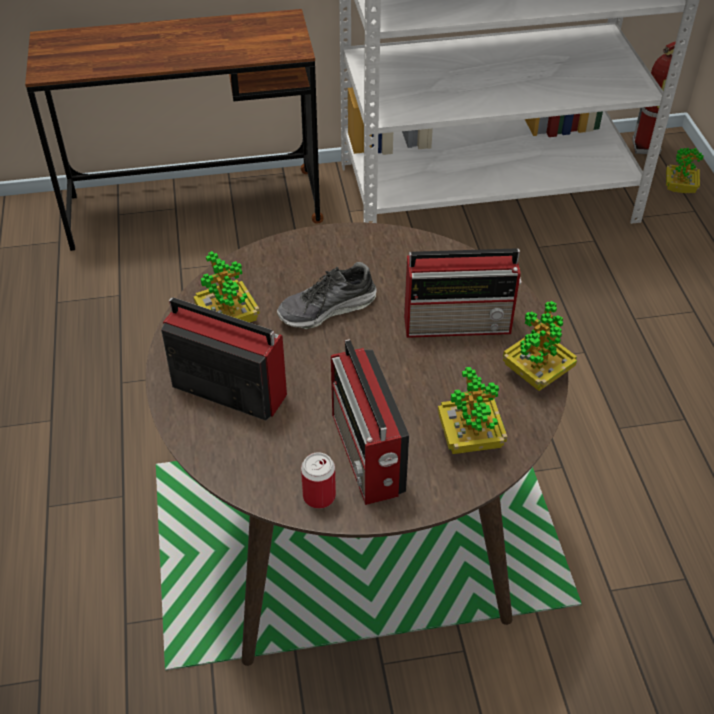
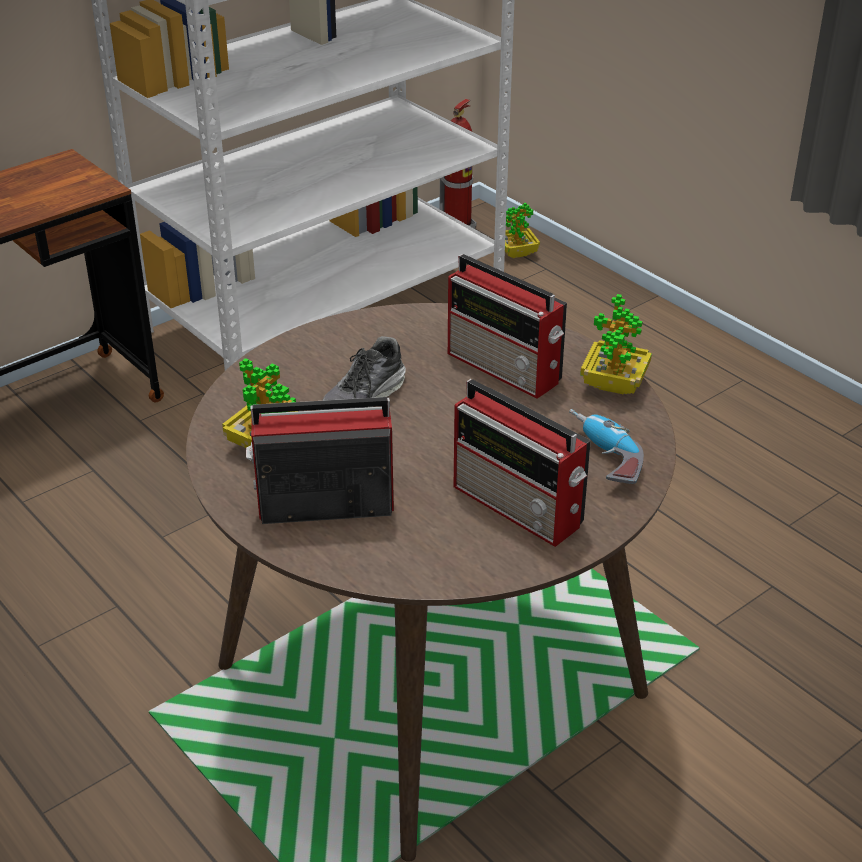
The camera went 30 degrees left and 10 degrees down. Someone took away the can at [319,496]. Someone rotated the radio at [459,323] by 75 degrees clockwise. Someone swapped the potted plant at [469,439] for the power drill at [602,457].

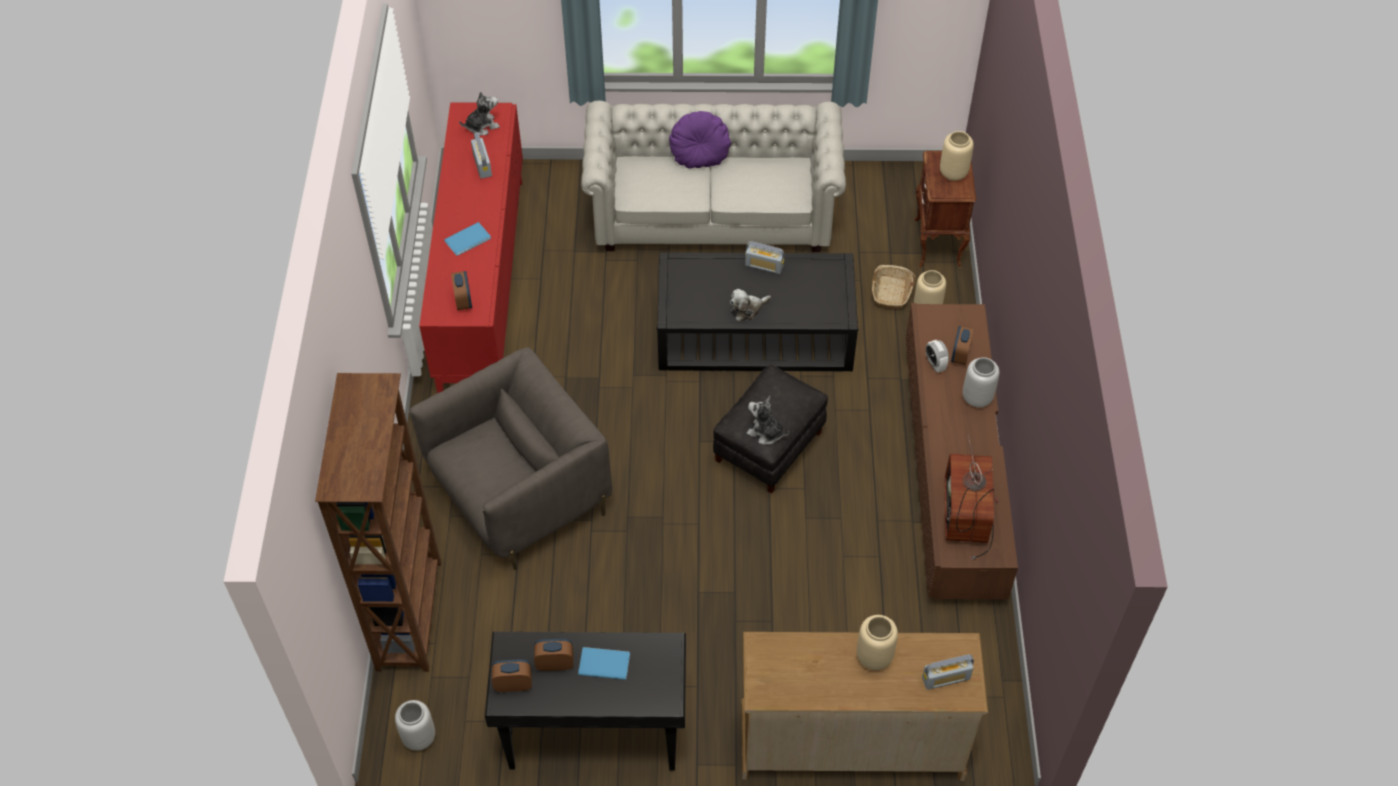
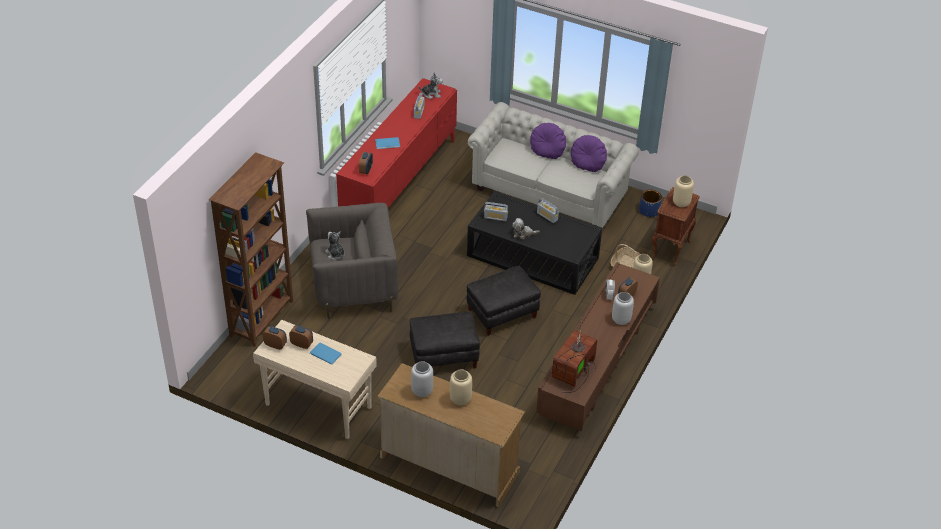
The camera went 25 degrees right and 10 degrees down. Someone carried the grey vase from [419,737] to [422,391]. Someone repainted the black console table at [592,733], which became the beige console table at [317,406]. Someone carried the plush toy from [765,433] to [335,254]. Someone carried the radio from [946,678] to [495,217]. Someone put down the black ottoman at [444,355]. Someone put down the purple pillow at [587,166]. Someone put down the blue planter at [649,210].

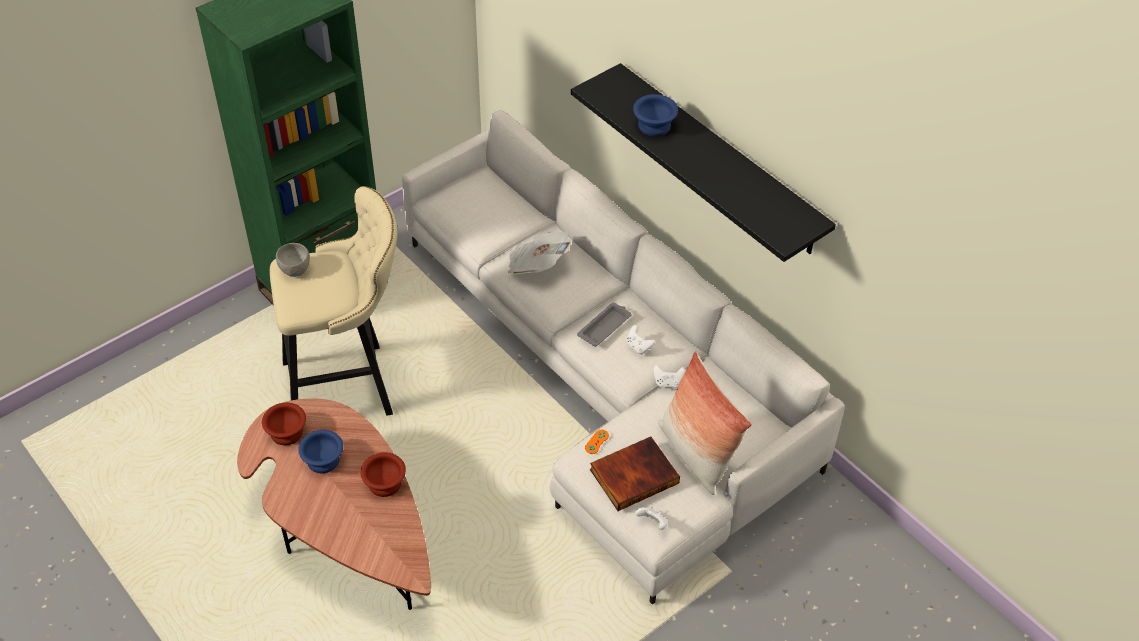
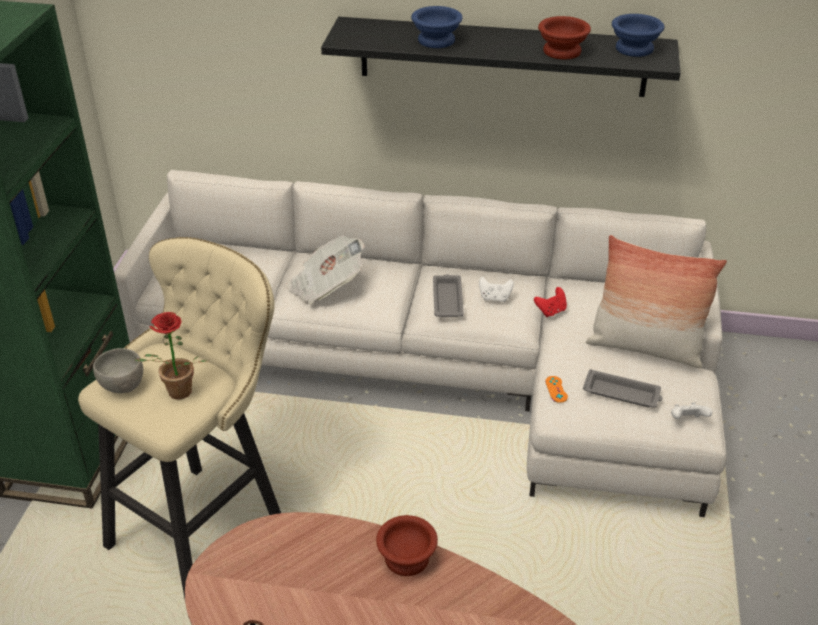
The camera went 40 degrees left and 10 degrees down. Someone carried the brown bowl from [287,434] to [563,52]. Someone carried the blue bowl from [323,459] to [632,48]. Someone swapped the book at [634,475] for the grey tray at [622,393]. Someone repainted the white game controller at [668,382], which became the red game controller at [551,311]. Someone put down the potted plant at [176,395].

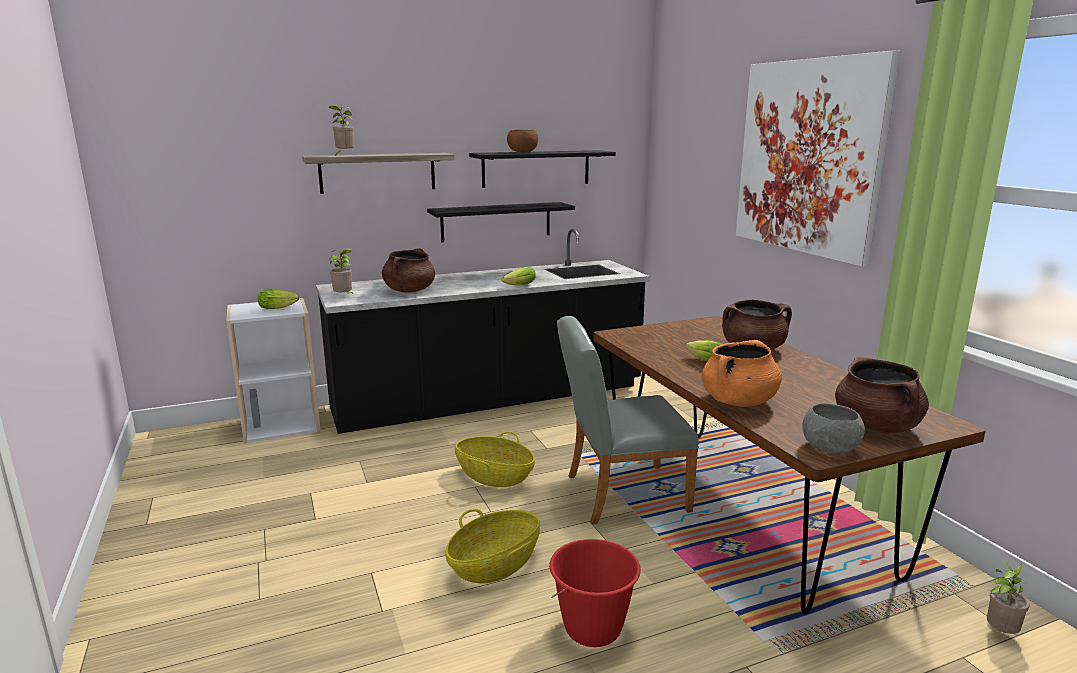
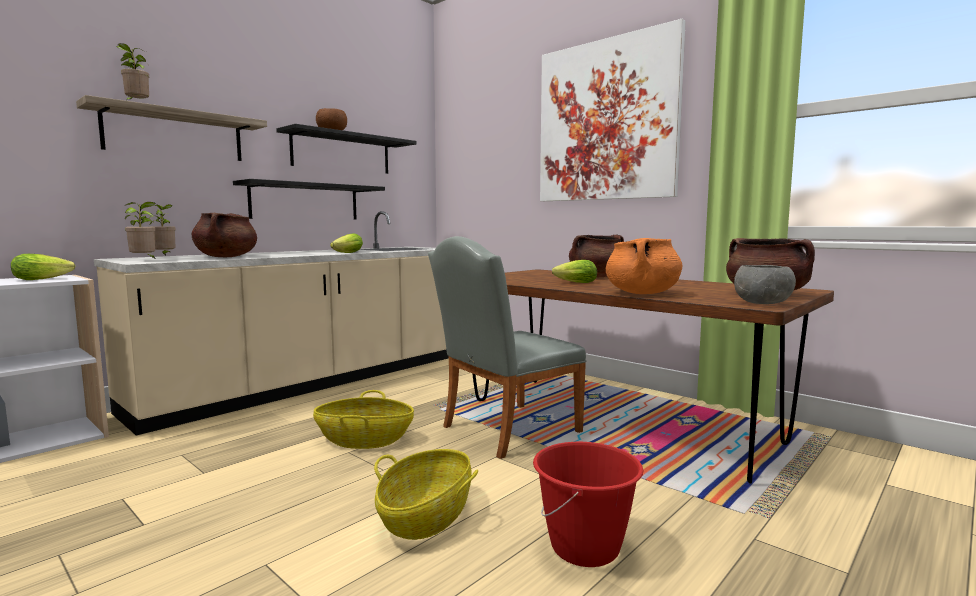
The camera went 25 degrees left and 10 degrees down. Someone repainted the black counter at [489,399], which became the beige counter at [313,383]. Someone carried the potted plant from [999,632] to [165,256].

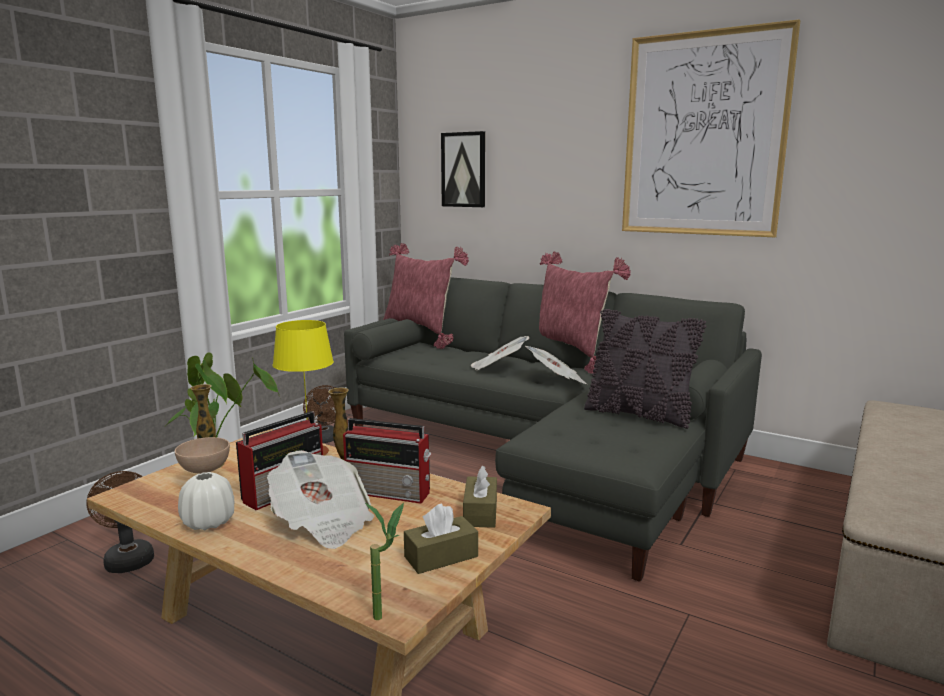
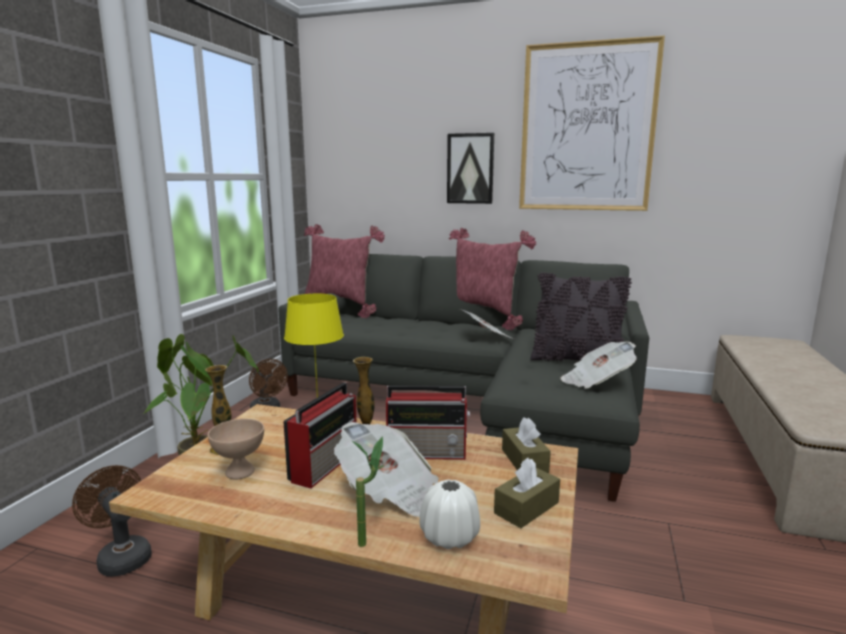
The camera went 15 degrees left and 0 degrees up. Someone carried the white vase from [209,522] to [449,537]. Someone carried the potted plant from [387,616] to [370,541]. Someone carried the picture from [464,170] to [470,168]. Someone carried the newspaper from [498,368] to [596,382].

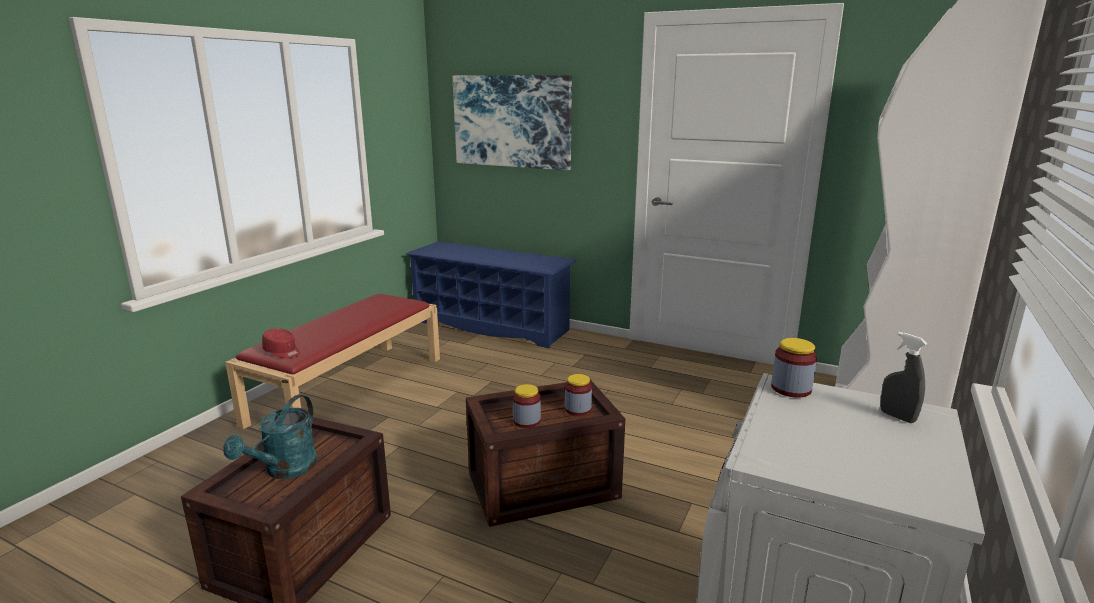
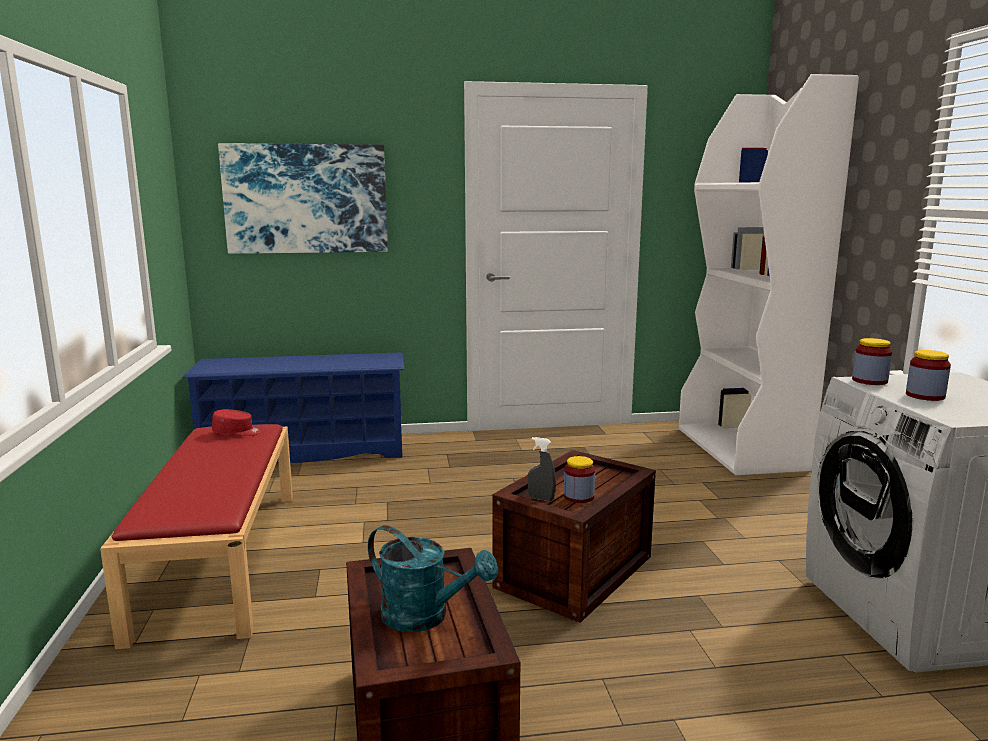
The camera went 35 degrees left and 5 degrees down. Someone rotated the turquoise watering can at [285,470] by 45 degrees counterclockwise. Someone carried the red cap from [282,352] to [237,432]. Someone carried the jar from [577,409] to [925,396]. Someone carried the grey spray bottle from [897,417] to [541,499].

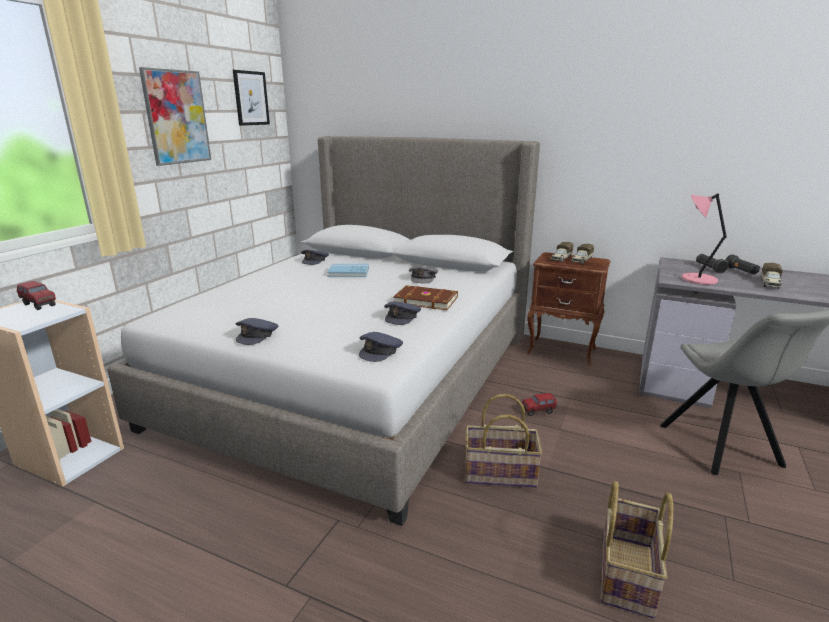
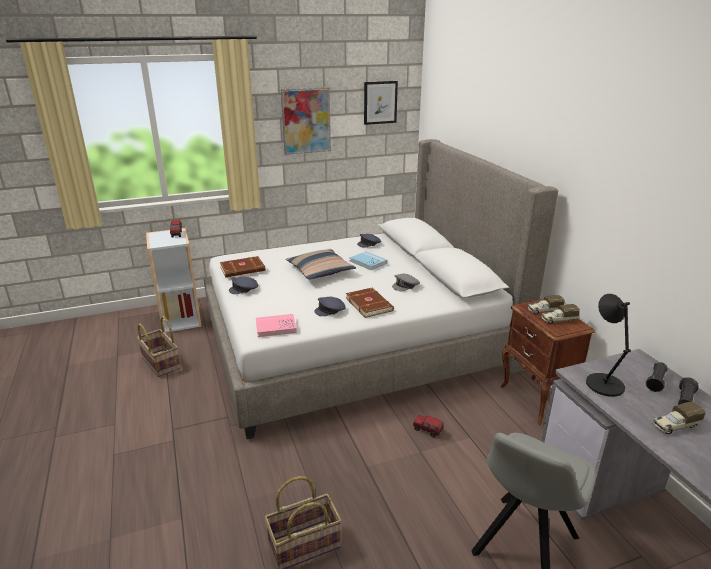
The camera went 45 degrees right and 5 degrees up. Someone swapped the grey cap at [380,351] for the pink book at [276,327]. Someone carried the basket from [499,474] to [160,363]. Someone repainted the pink table lamp at [696,279], which became the black table lamp at [603,384]. Someone put down the brown book at [243,269]. Someone put down the pillow at [320,271].

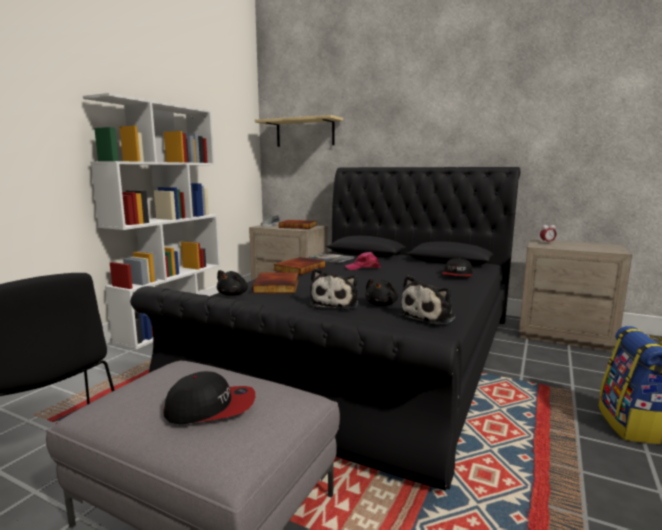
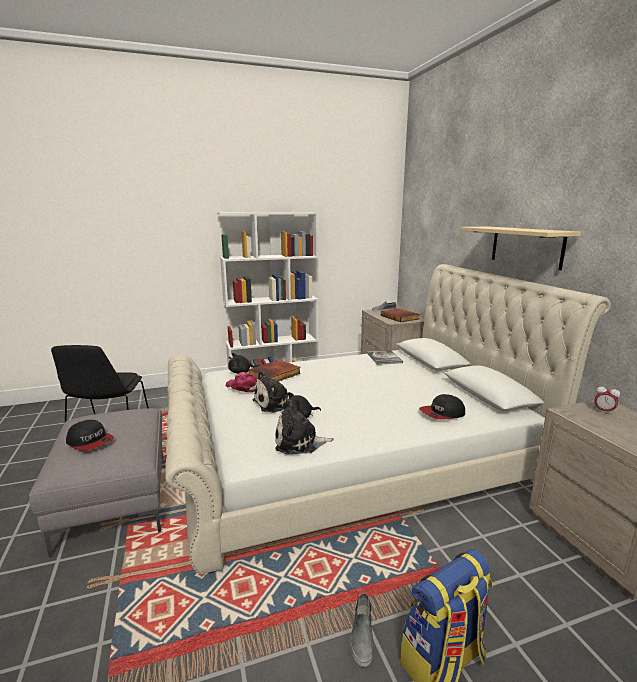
The camera went 45 degrees right and 5 degrees up. Someone repainted the black bed at [367,351], which became the beige bed at [352,454]. Someone carried the beige shelf from [305,133] to [526,246]. Someone took away the book at [299,268]. Someone carried the pink cap from [363,267] to [242,387]. Someone put down the grey shoe at [362,634].

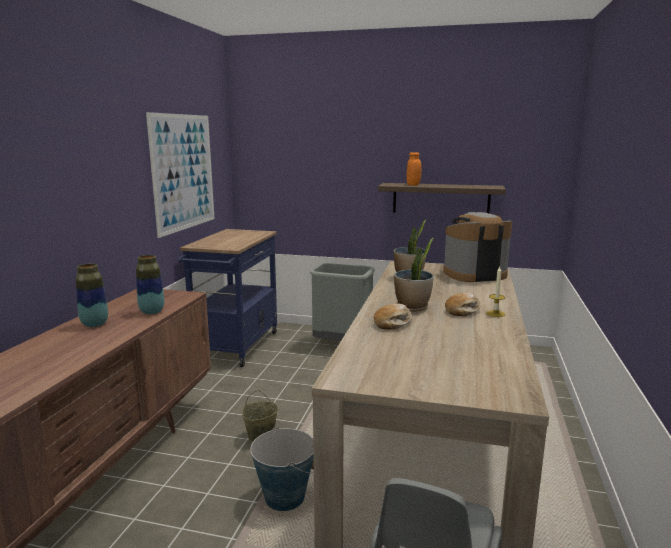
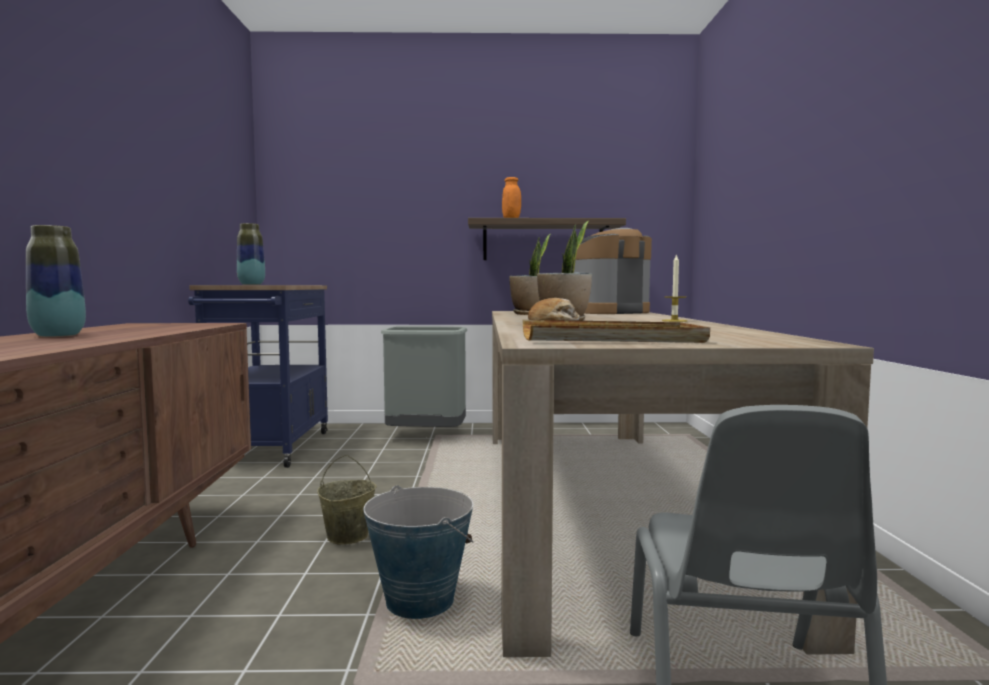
The camera went 15 degrees left and 10 degrees down. Someone carried the vase from [152,312] to [251,284]. Someone took away the picture at [183,172]. Someone took away the bread at [462,310]. Someone put down the beige tray at [611,339].

